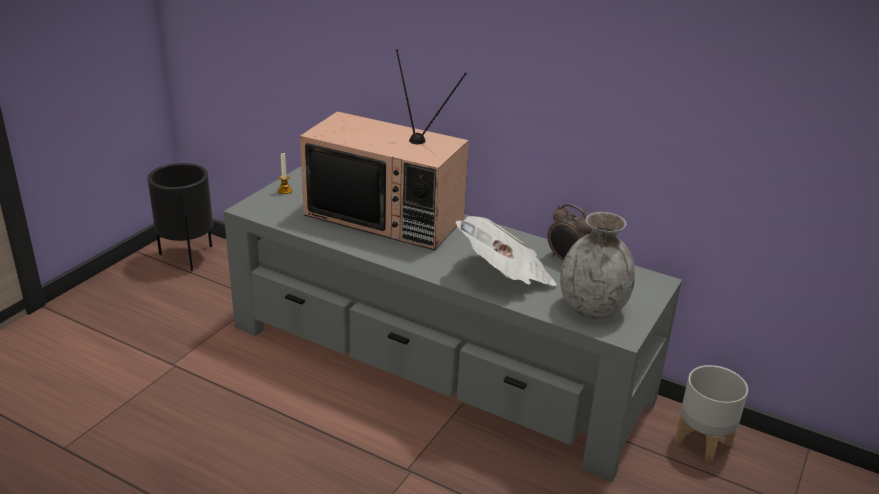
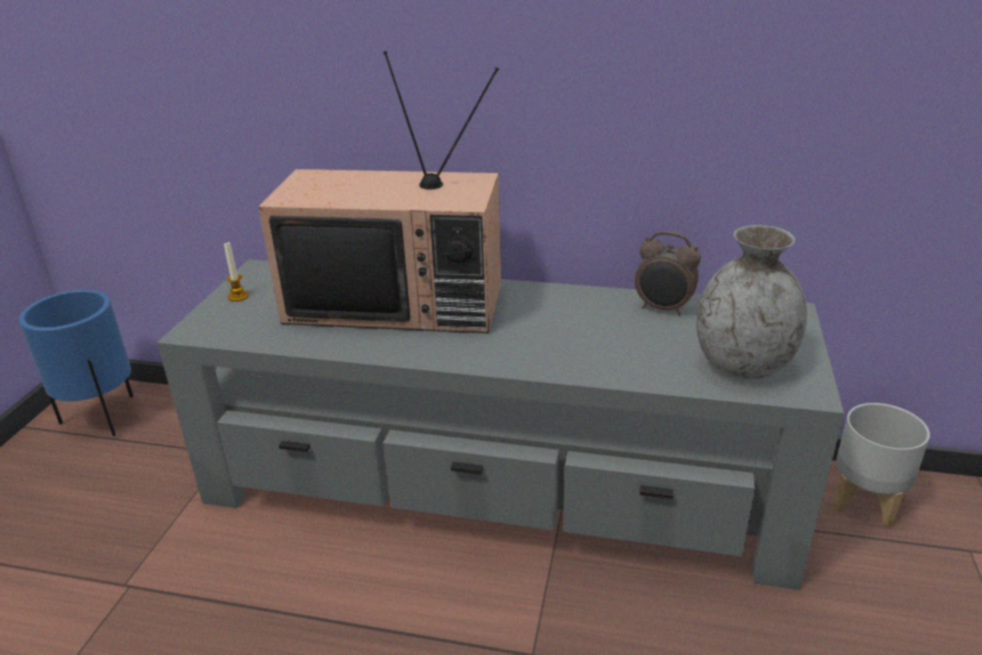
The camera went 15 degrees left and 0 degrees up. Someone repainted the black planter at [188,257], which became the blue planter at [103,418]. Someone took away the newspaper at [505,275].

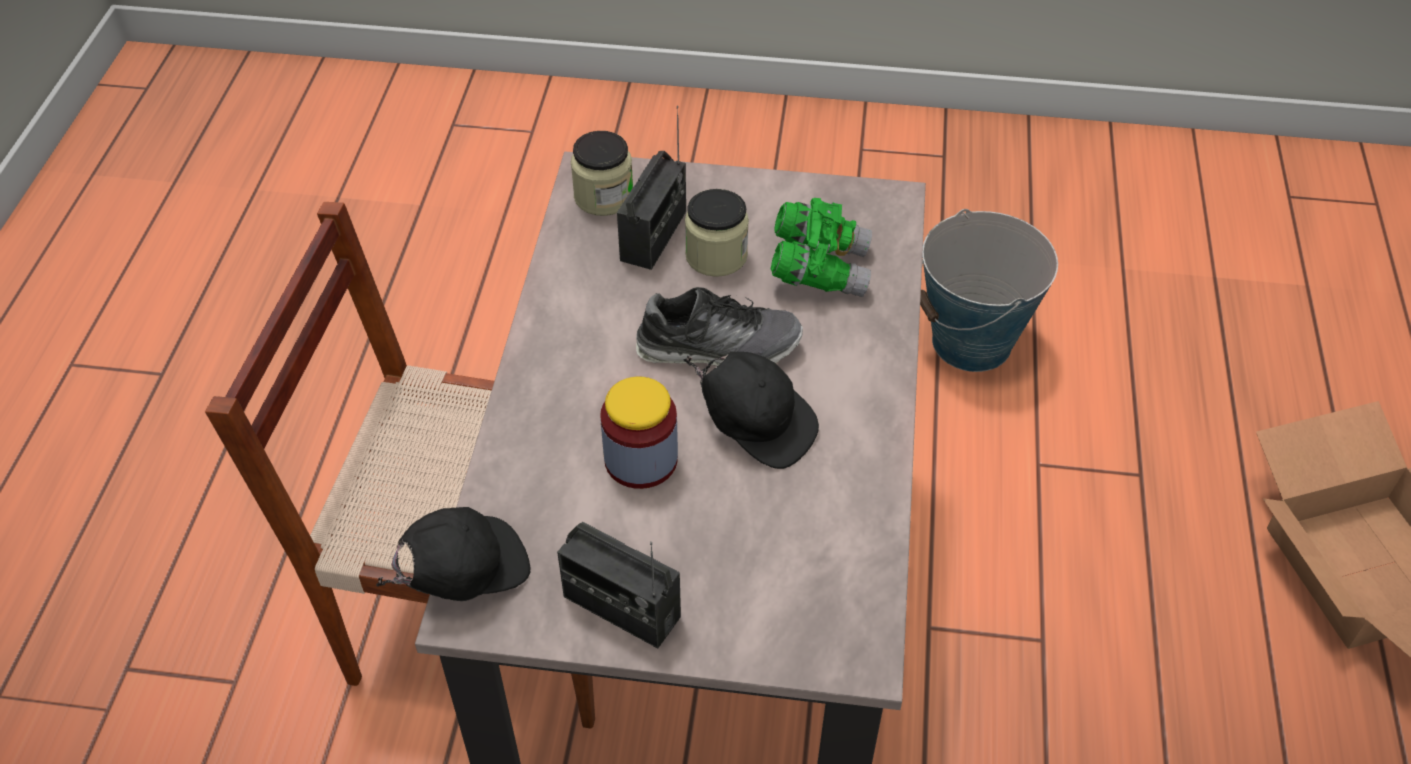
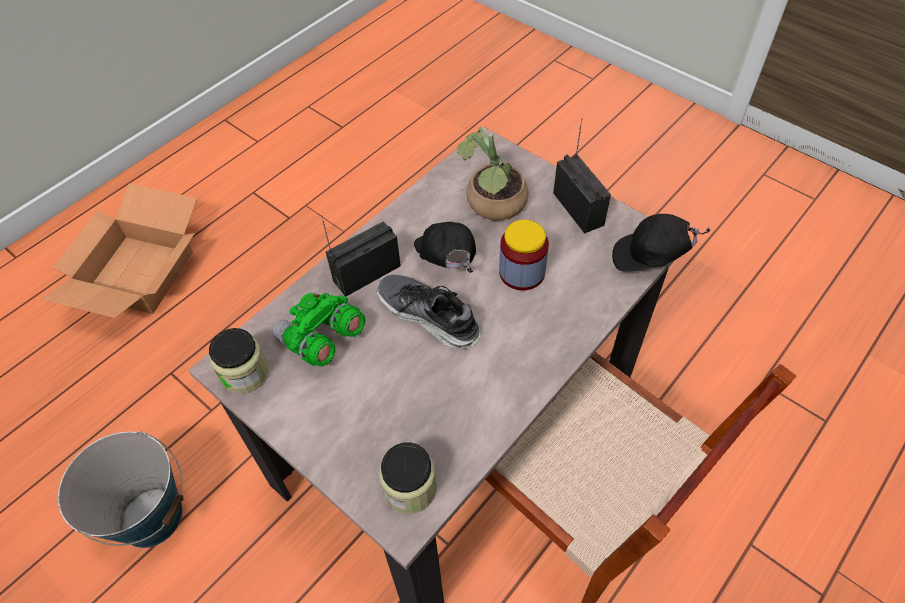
The camera went 145 degrees left and 5 degrees up. Someone carried the radio from [654,236] to [366,273]. Someone carried the jar from [716,256] to [245,373]. Someone put down the potted plant at [493,206].

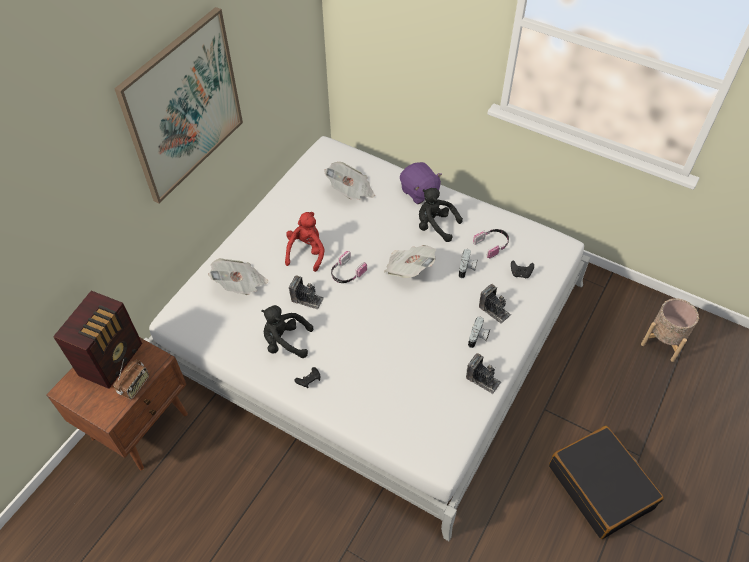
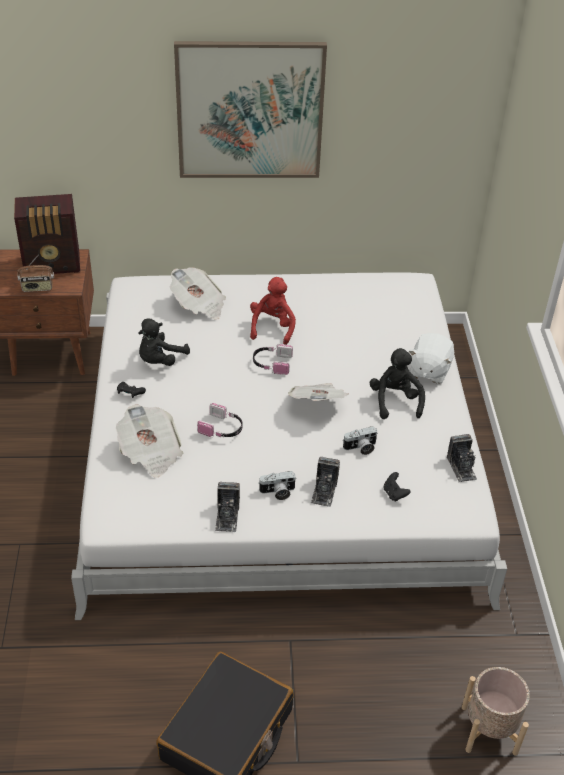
The camera went 55 degrees right and 10 degrees down. Someone rotated the black plush toy at [285,341] by 120 degrees counterclockwise. Someone rotated the red plush toy at [306,252] by 60 degrees counterclockwise. Someone carried the photo camera from [307,299] to [461,467]. Someone carried the newspaper from [351,191] to [150,453]. Someone repainted the purple plush toy at [419,192], which became the white plush toy at [429,370]. Someone carried the headphones from [492,244] to [222,428].

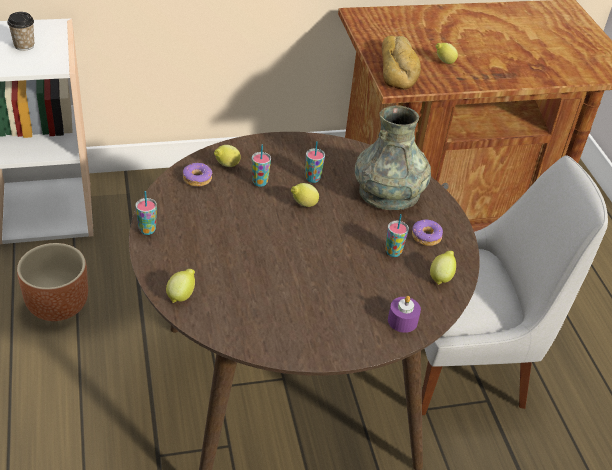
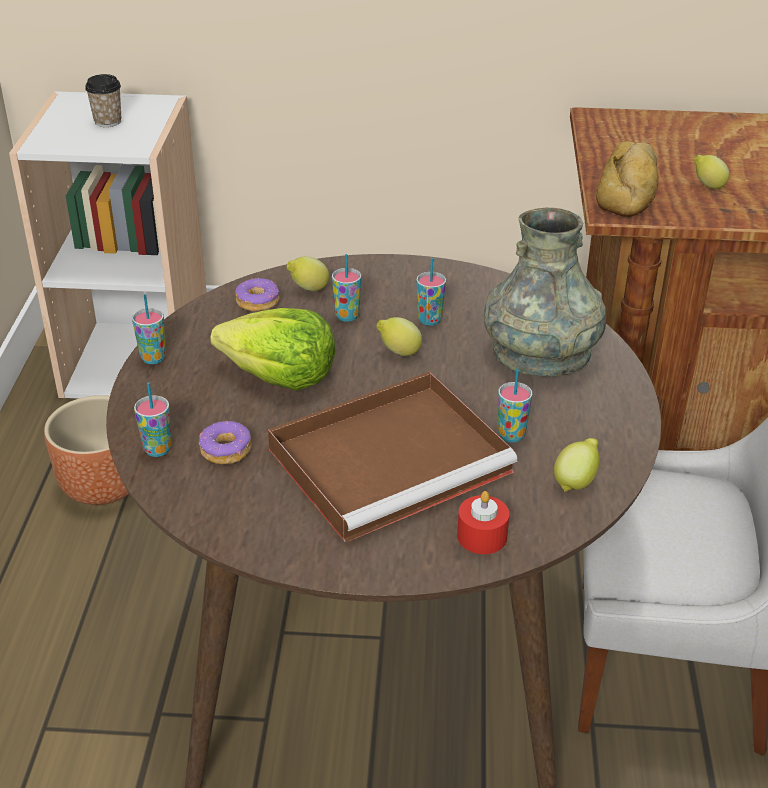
The camera went 20 degrees right and 5 degrees down. Someone swapped the lemon at [182,295] for the cup at [157,449]. Someone repainted the purple candle at [402,321], which became the red candle at [482,536]. Someone carried the donut from [426,237] to [226,450]. Someone put down the lettuce at [280,376]. Someone put down the brown tray at [393,458].

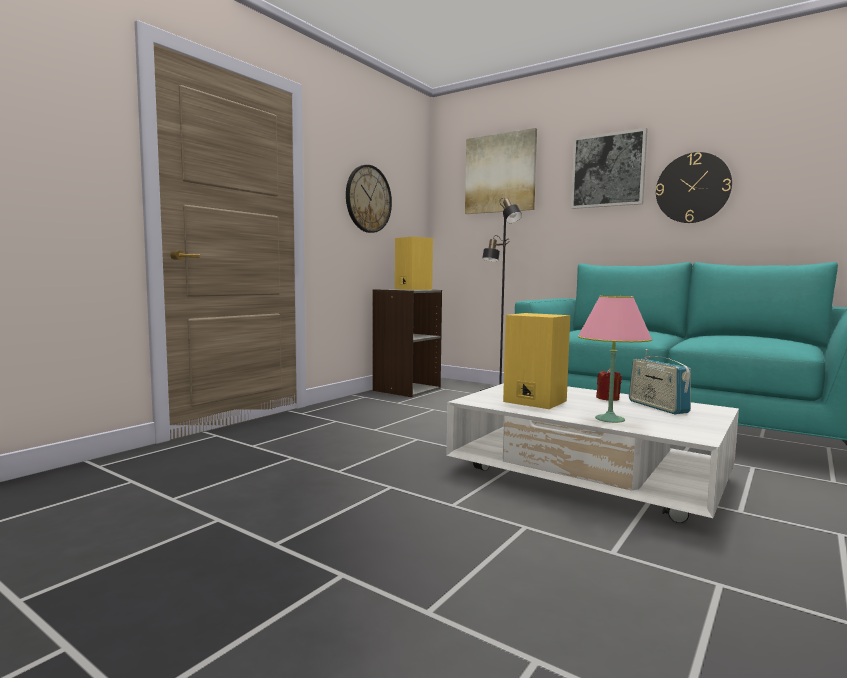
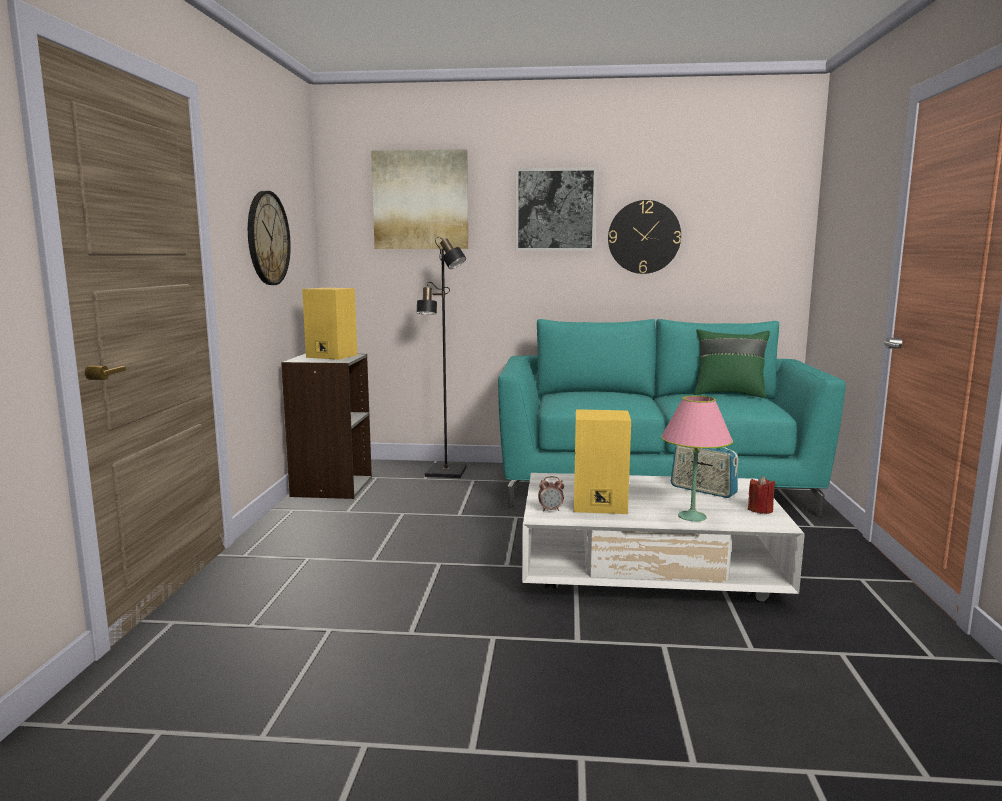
The camera went 30 degrees left and 5 degrees up. Someone carried the red candle from [608,399] to [760,510]. Someone put down the alarm clock at [551,510]. Someone put down the green pillow at [729,394].

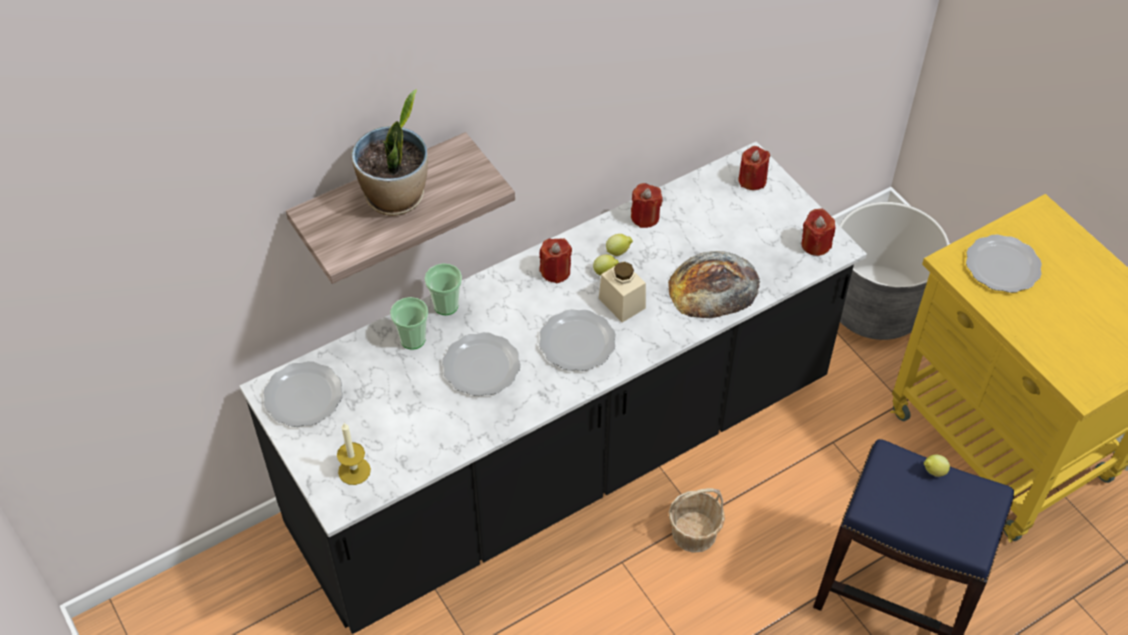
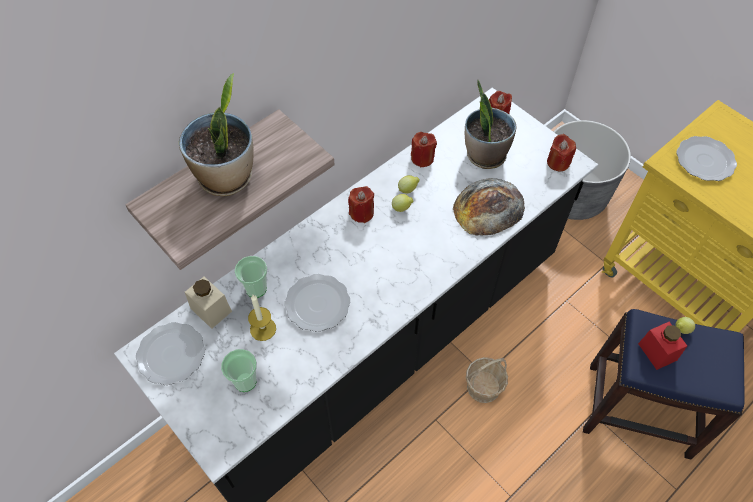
The camera went 10 degrees left and 5 degrees up. Someone carried the candle from [354,471] to [263,329]. Someone carried the cup from [446,305] to [245,381]. Someone took away the plate at [577,341]. Someone carried the beige jar from [622,303] to [211,310]. Someone put down the potted plant at [484,155]. Someone put down the red jar at [657,352].

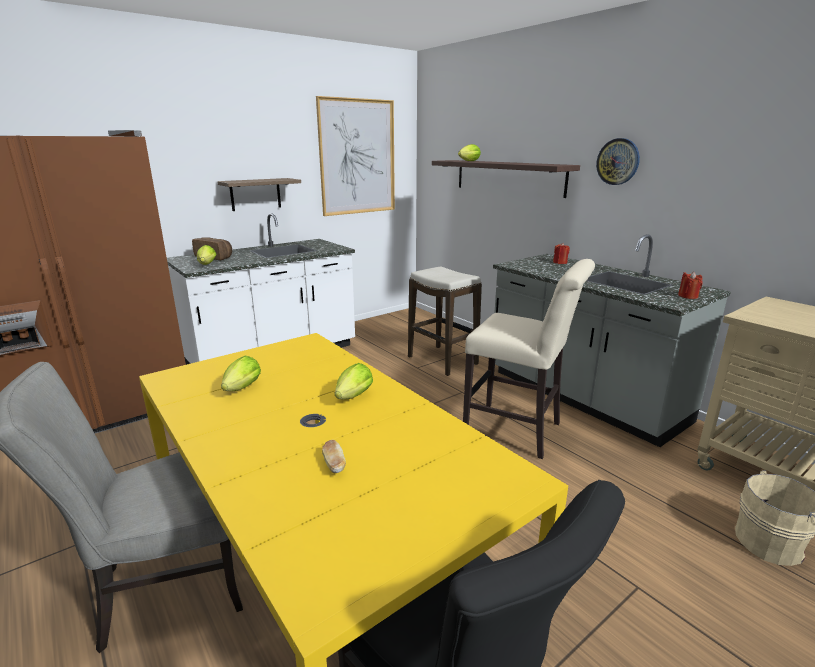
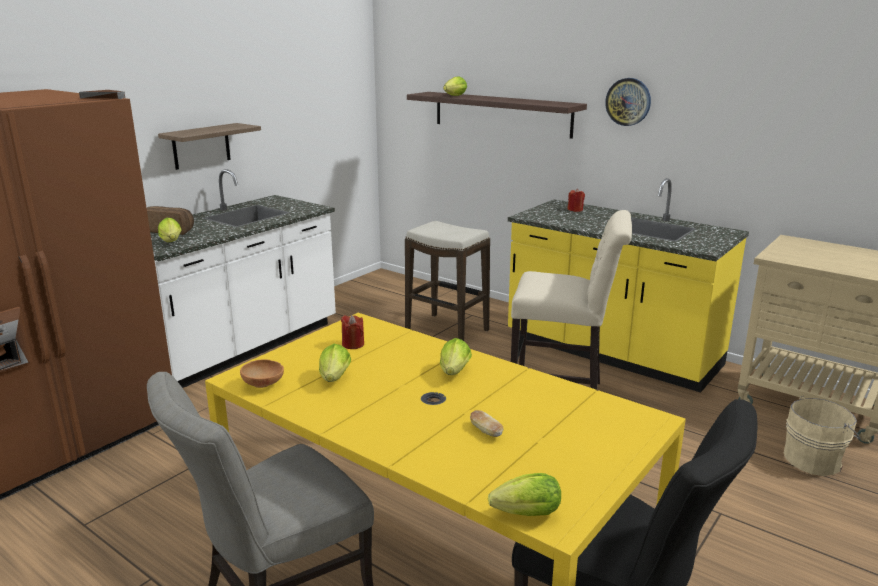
The camera went 15 degrees left and 0 degrees up. Someone took away the picture at [357,157]. Someone repainted the grey counter at [582,397], which became the yellow counter at [611,352]. Someone carried the red candle from [688,296] to [353,344]. Someone put down the brown bowl at [264,385]. Someone put down the lettuce at [523,514].

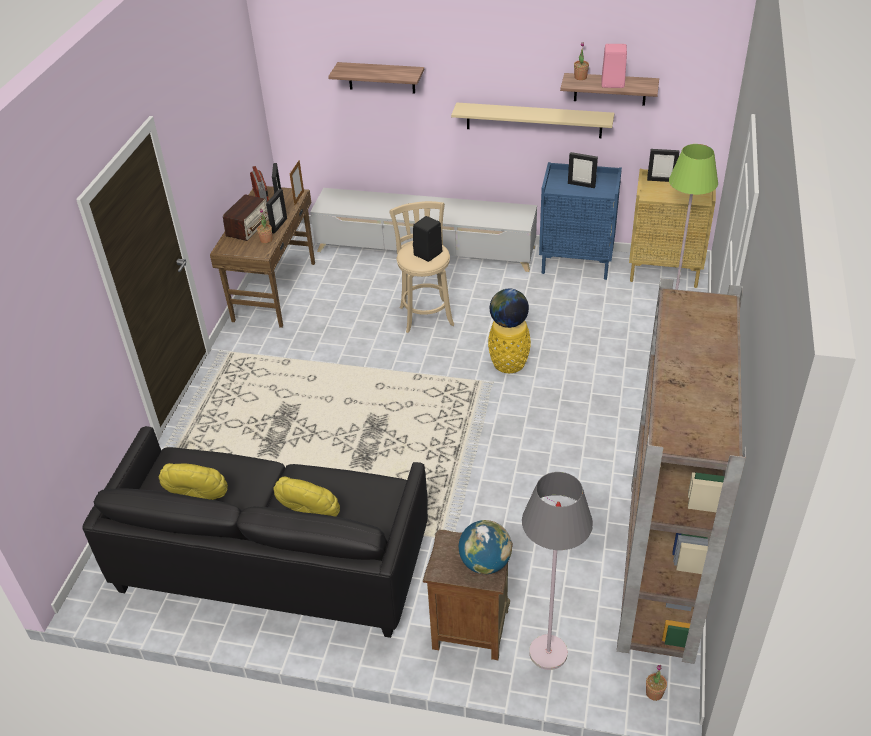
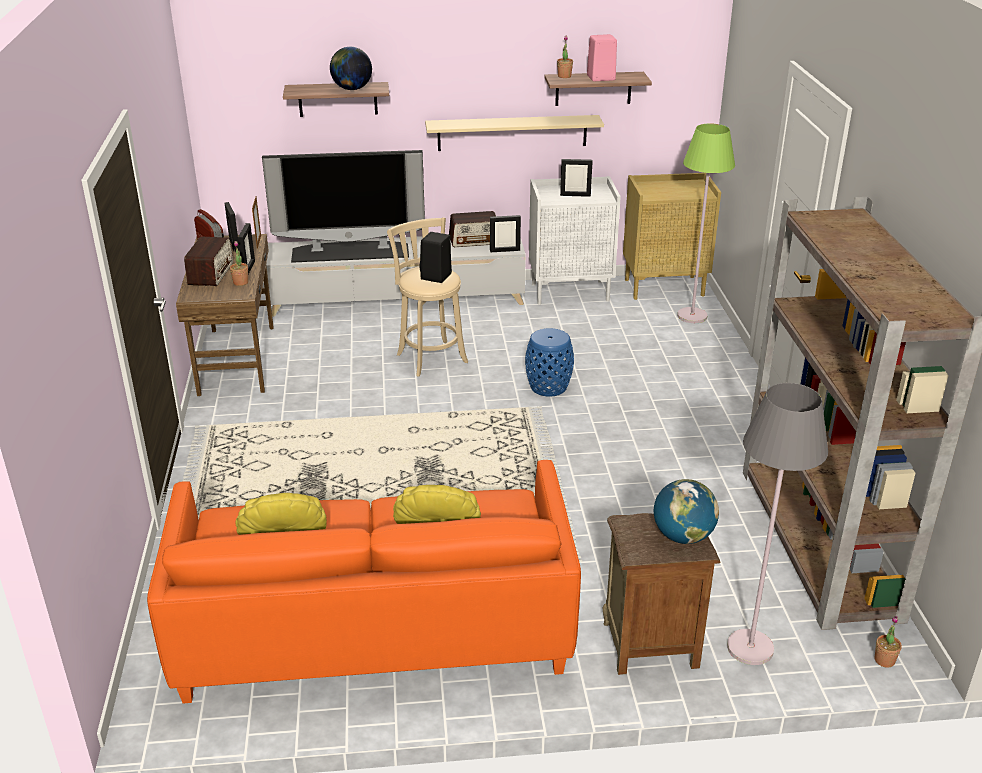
The camera went 20 degrees left and 10 degrees down. Someone repainted the black sofa at [272,560], which became the orange sofa at [373,625]. Someone repainted the yellow stool at [508,363], which became the blue stool at [548,387]. Someone carried the globe from [508,323] to [352,89]. Someone repainted the blue cabinet at [576,264], which became the white cabinet at [570,292]. Someone carried the picture frame from [661,180] to [505,250]. Someone put down the television at [350,252]. Someone put down the radio at [475,240].

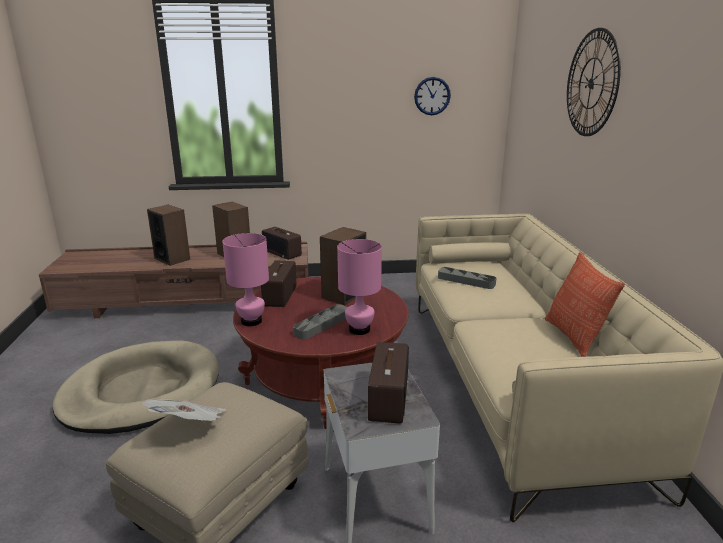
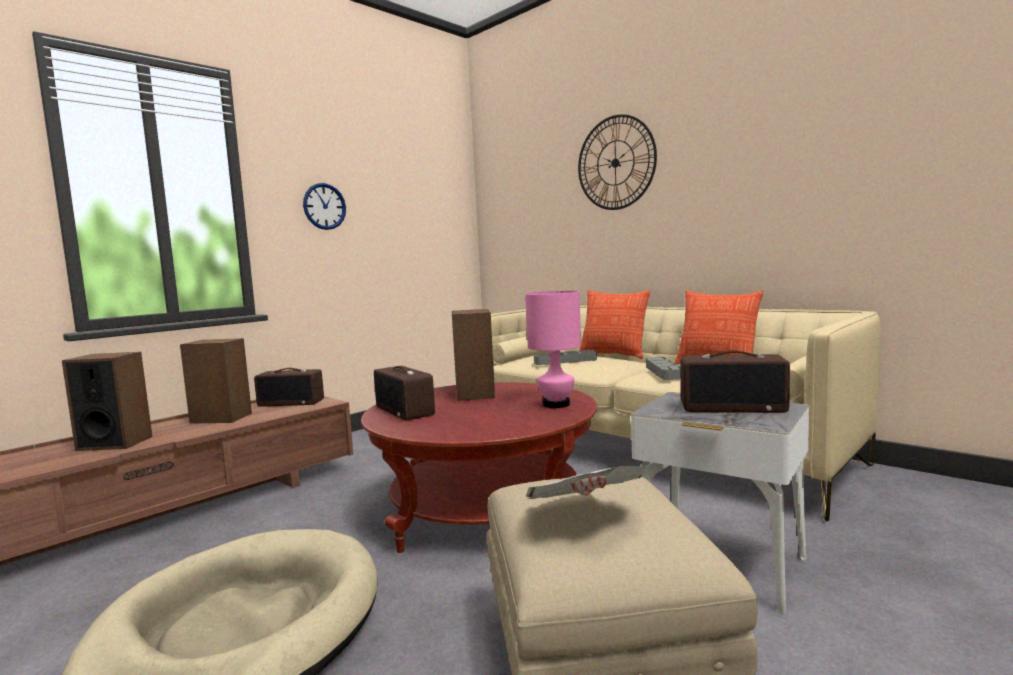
The camera went 40 degrees left and 15 degrees down. Someone took away the pink table lamp at [251,321]. Someone carried the grey tray from [322,325] to [663,372]. Someone rotated the radio at [387,398] by 135 degrees clockwise. Someone carried the wall clock from [432,96] to [324,206]. Someone put down the orange pillow at [614,356].

